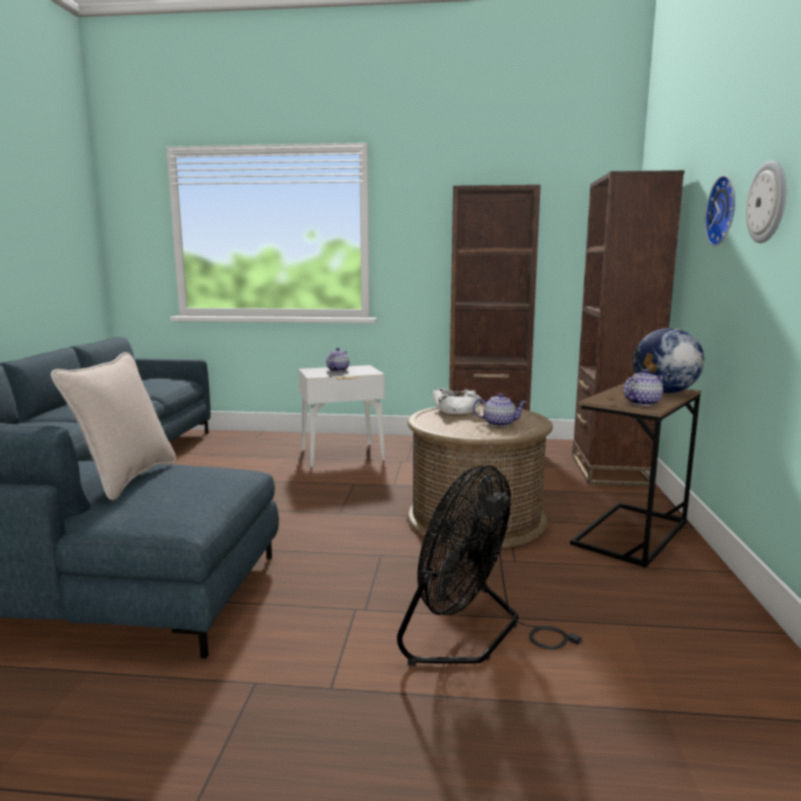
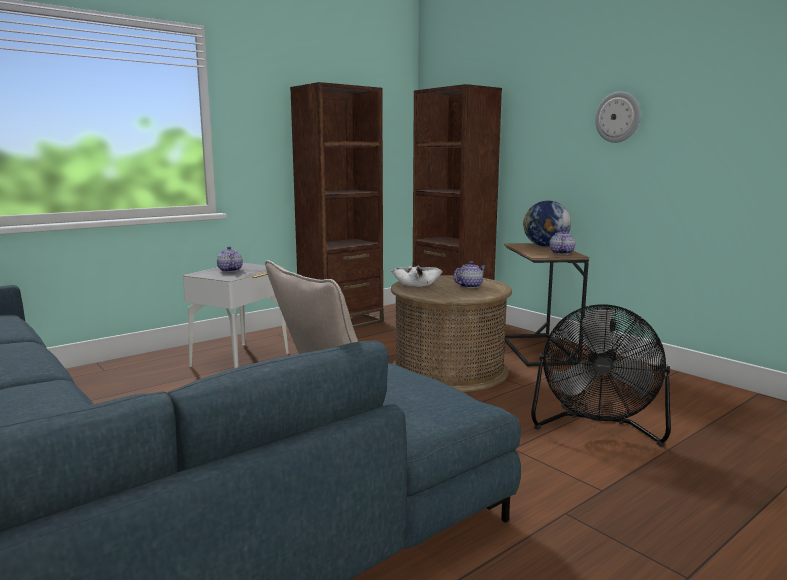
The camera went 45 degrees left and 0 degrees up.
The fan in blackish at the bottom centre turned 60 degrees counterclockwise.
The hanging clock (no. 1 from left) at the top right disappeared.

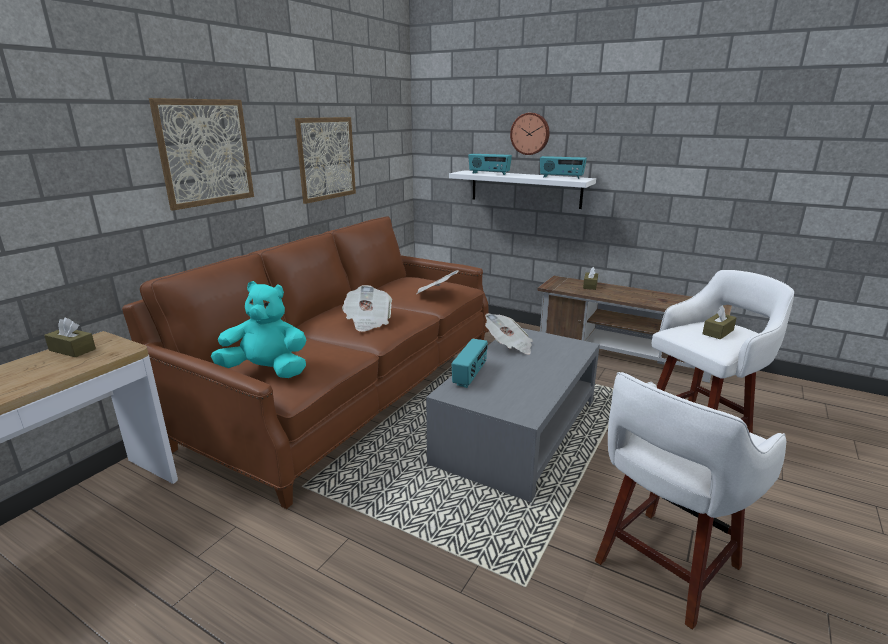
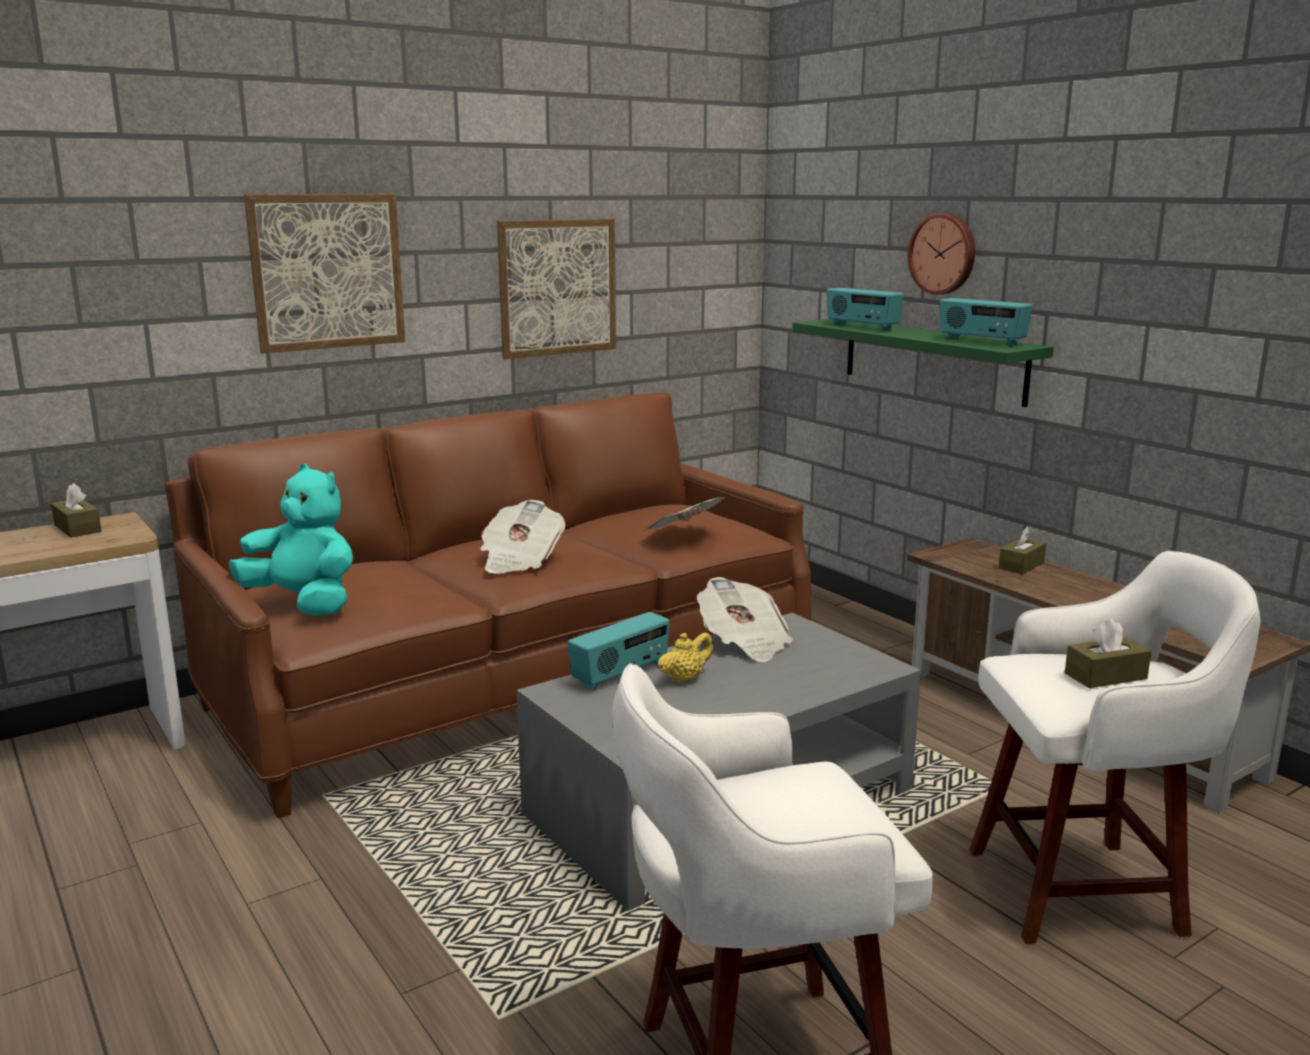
The camera went 25 degrees right and 5 degrees down.
The teapot in yellow at the centre appeared.
The wall shelf in white-coloured at the top centre became the wall shelf in greenish at the middle right.

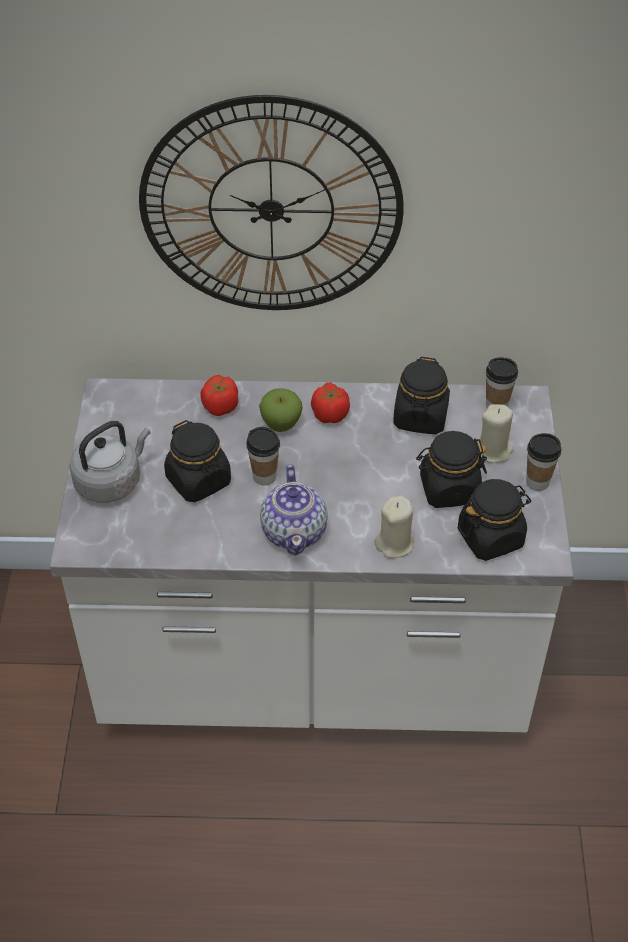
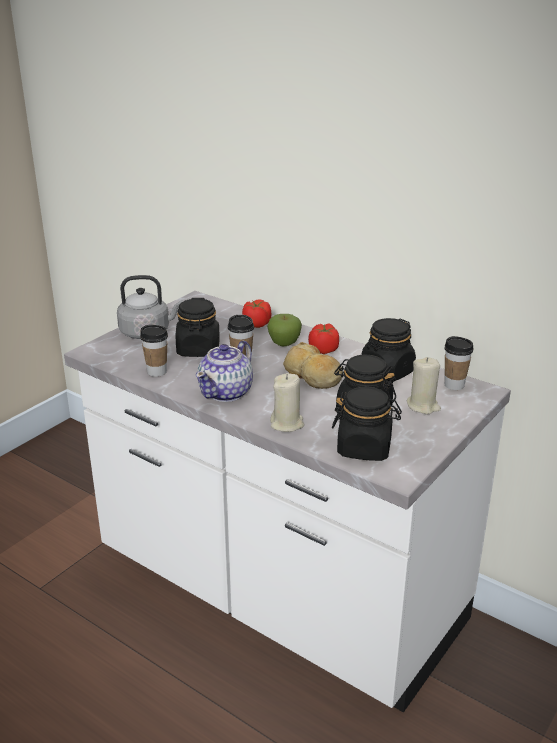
The camera went 35 degrees right and 20 degrees down.
The drinking cup (no. 3 from left in the first image) moved from the middle right to the middle left.
The bread at the centre appeared.
The hanging clock at the top centre disappeared.

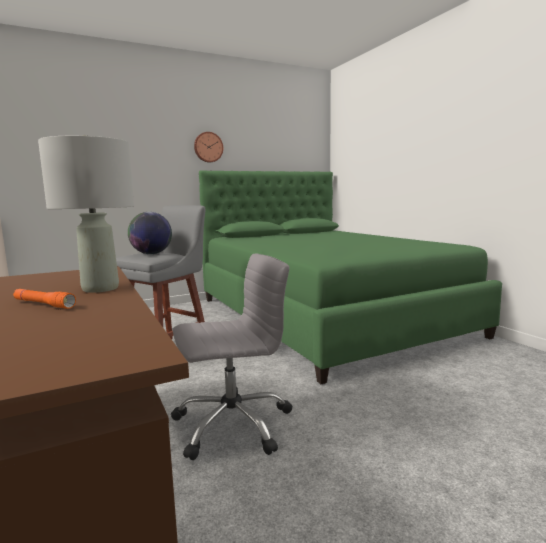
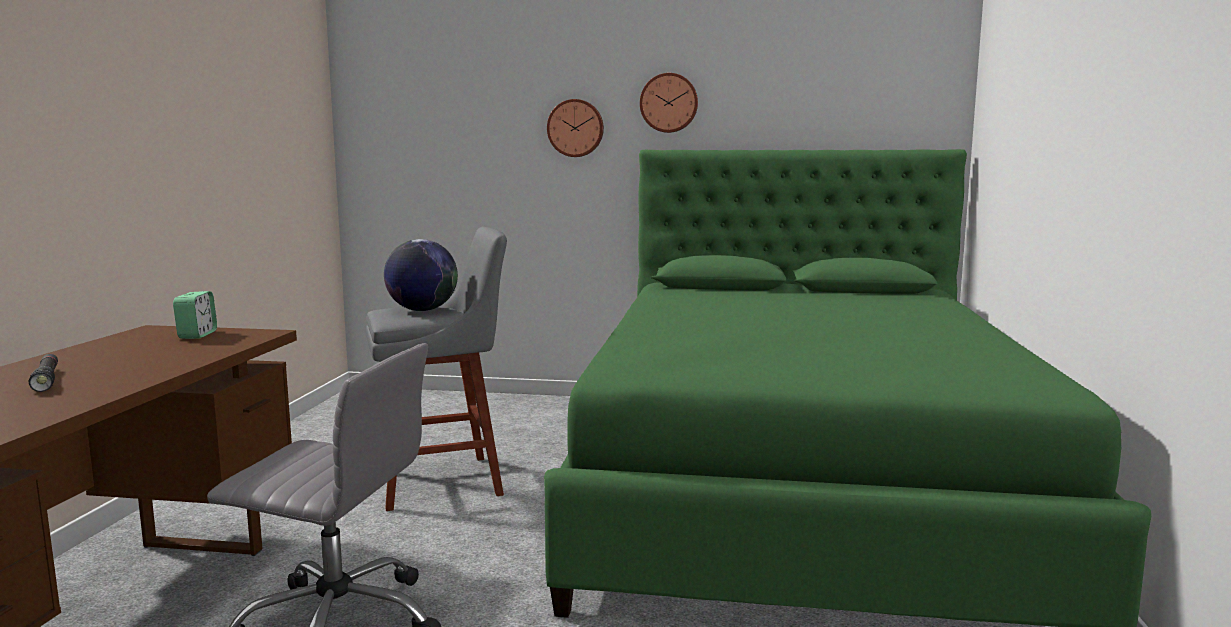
The camera went 35 degrees right and 0 degrees up.
The flashlight in orange-coloured at the middle left became the flashlight in blackish at the middle left.
The table clock at the middle left appeared.
The hanging clock (no. 1 from left) at the top centre appeared.
The table lamp in grey at the middle left disappeared.

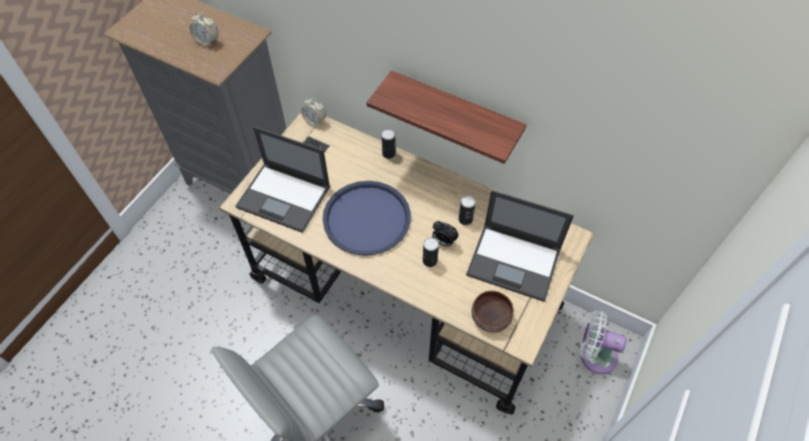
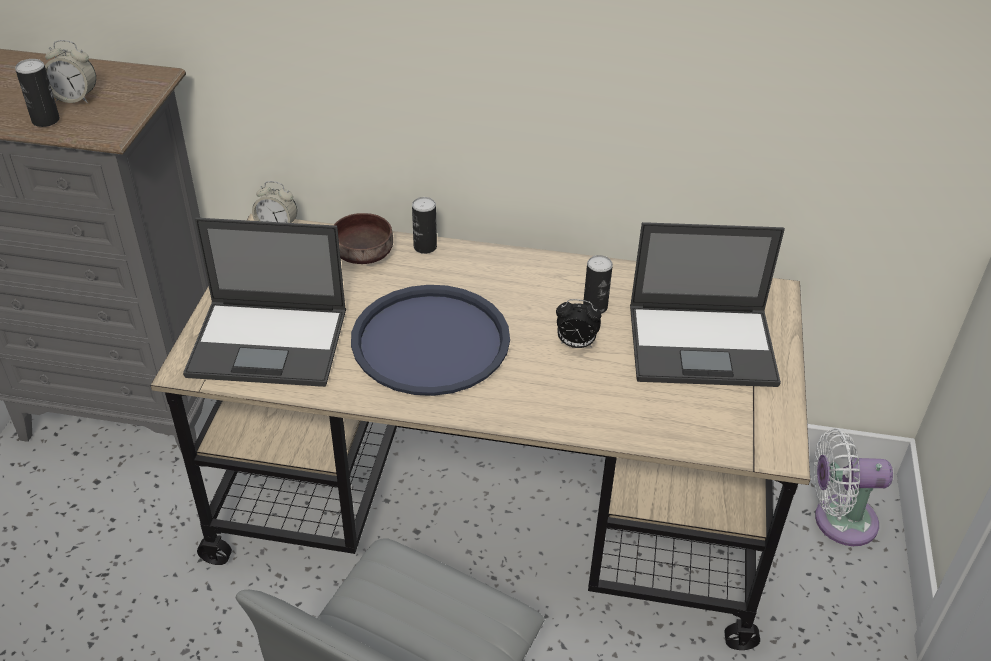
The camera went 20 degrees left and 15 degrees down.
The sealed can (no. 2 from left in the first image) moved from the centre to the top left.
The deep dish in brown-coloured moved from the bottom centre to the centre.
The wall shelf at the top centre disappeared.

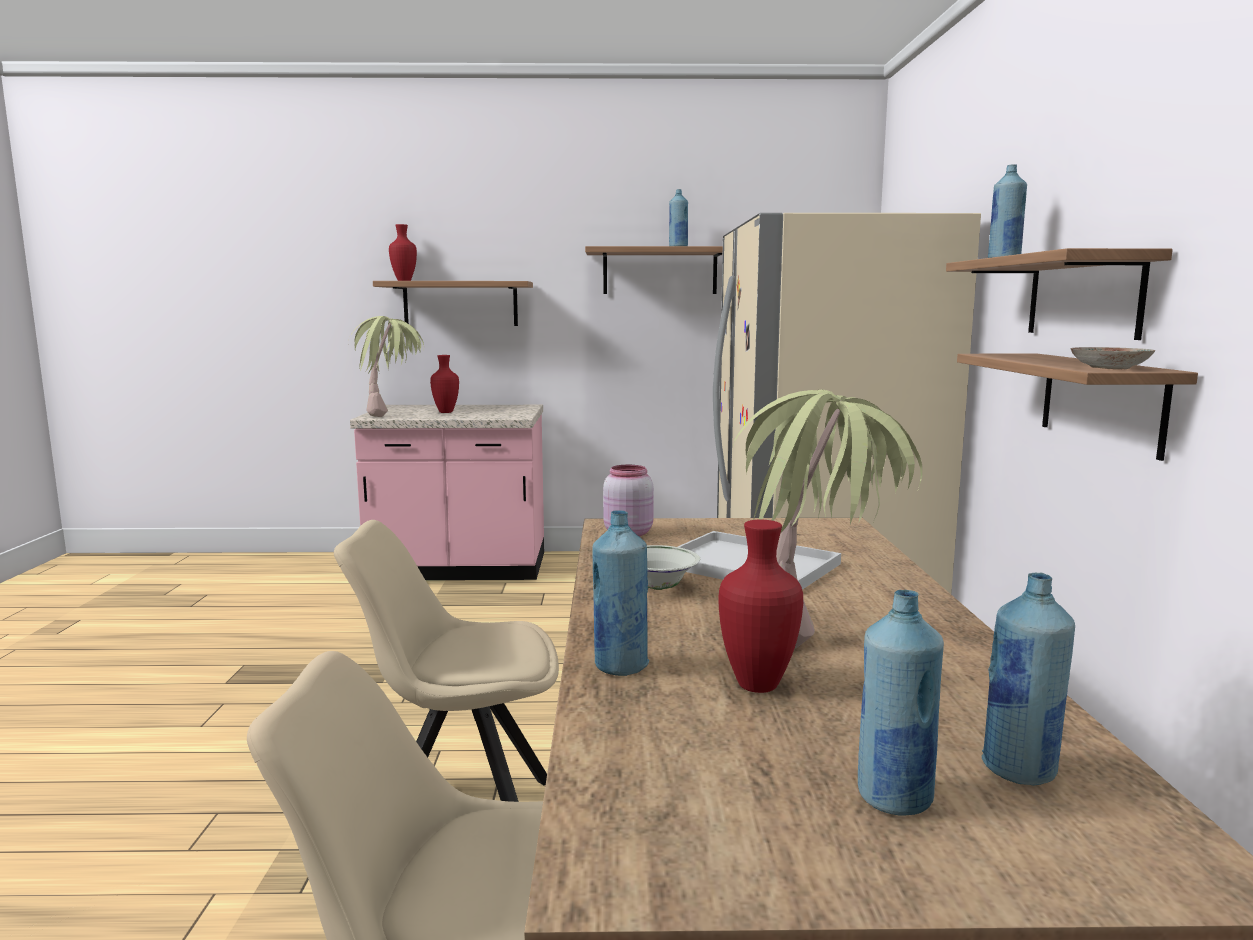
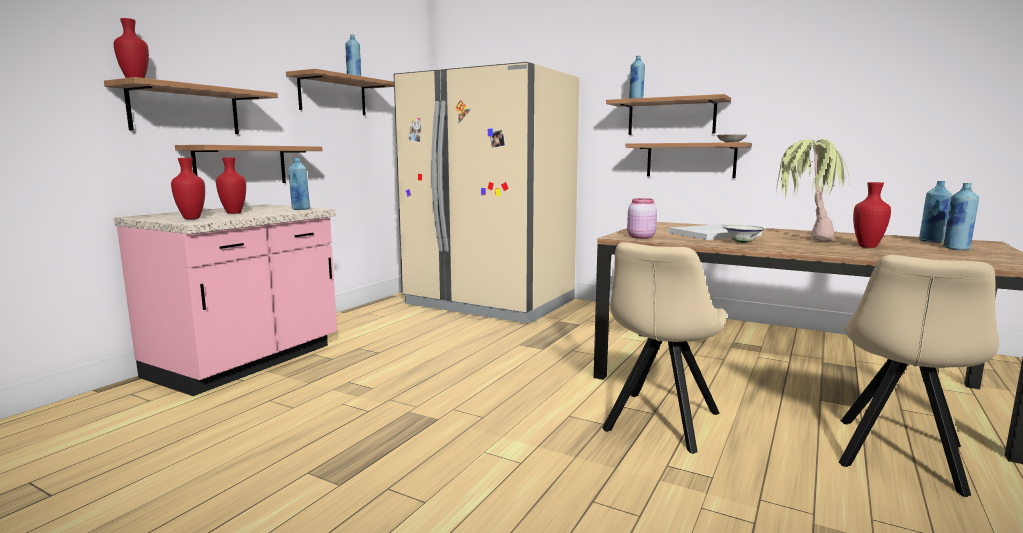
The camera went 60 degrees left and 0 degrees up.
The plant in a pot (no. 1 from left) at the middle left was replaced by the decorative vase in red (no. 2 from left) at the middle left.
The wall shelf (no. 2 from left) at the top left appeared.
The beverage bottle in blue-coloured (no. 1 from left) moved from the centre to the middle left.

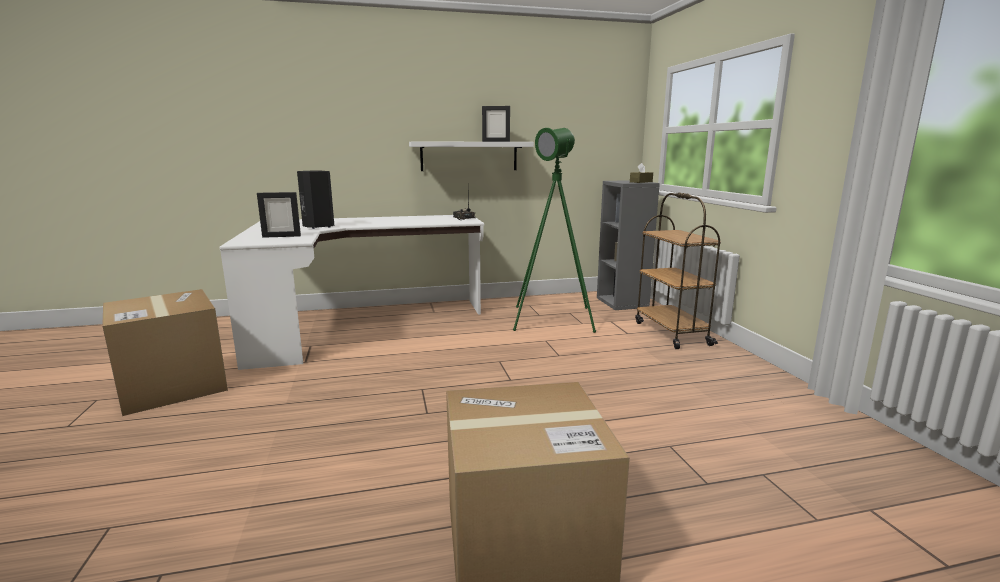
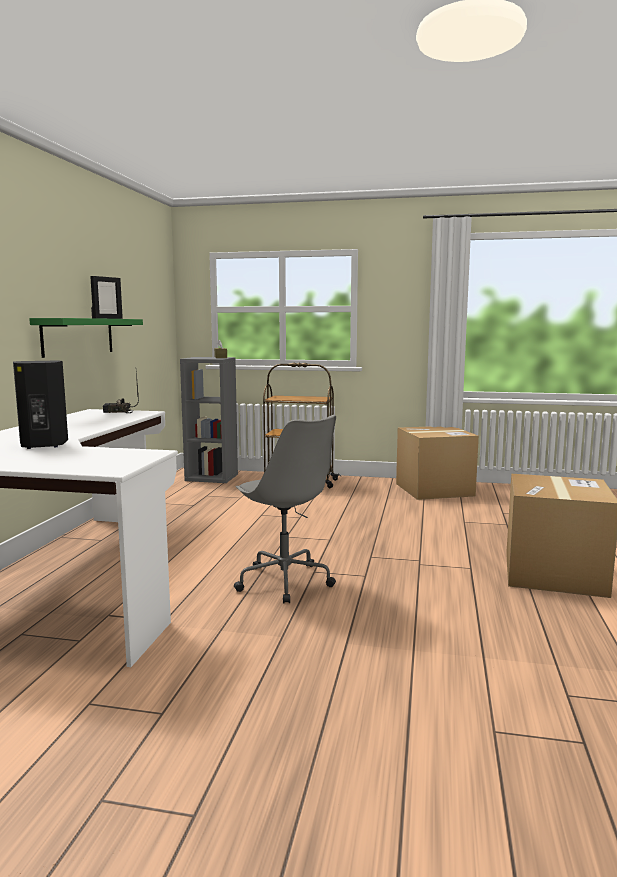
The camera went 65 degrees left and 5 degrees down.
The wall shelf in white-coloured at the top centre became the wall shelf in greenish at the middle left.
The computer chair in grey at the centre appeared.
The cardboard box (no. 1 from left) moved from the middle left to the middle right.
The picture frame (no. 1 from left) at the middle left disappeared.
The standing lamp in greenish at the centre disappeared.

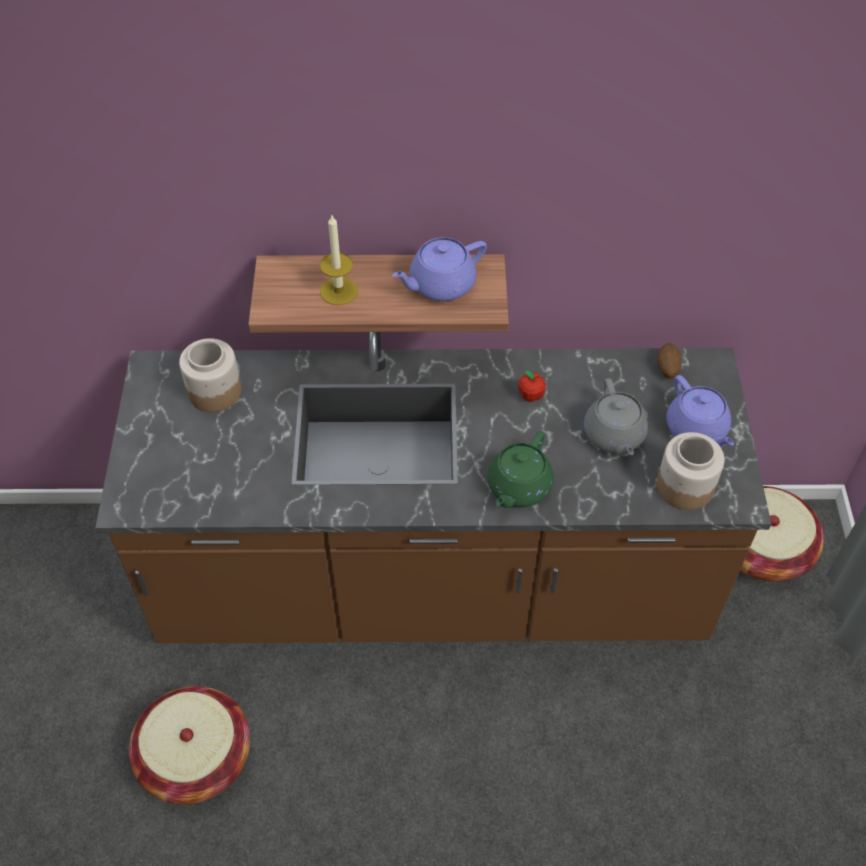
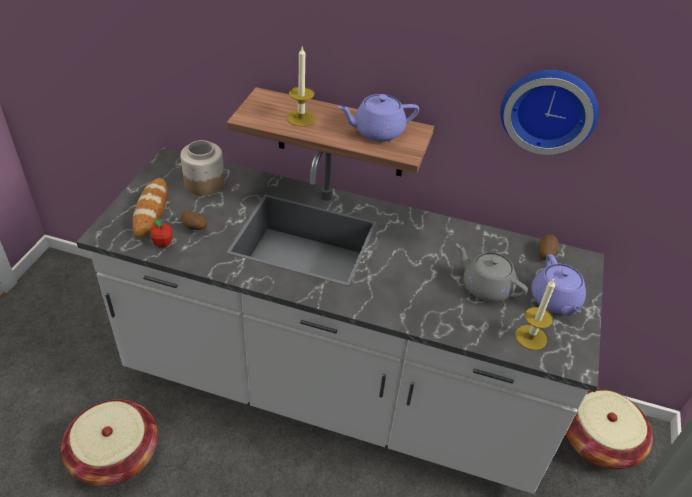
The camera went 15 degrees right and 10 degrees down.
The kitchen counter in brown-coloured at the centre became the kitchen counter in white-coloured at the centre.
The bread at the middle left appeared.
The apple fruit moved from the centre to the middle left.
The potato (no. 1 from left) at the middle left appeared.
The teapot in grey at the middle right turned 120 degrees clockwise.
The hanging clock at the top right appeared.
The preserve jar (no. 2 from left) at the middle right was replaced by the candle (no. 2 from left) at the middle right.
The teapot in greenish at the centre disappeared.

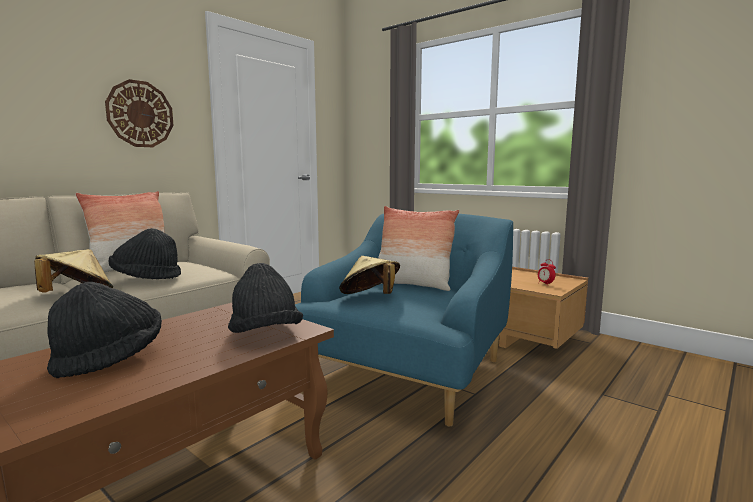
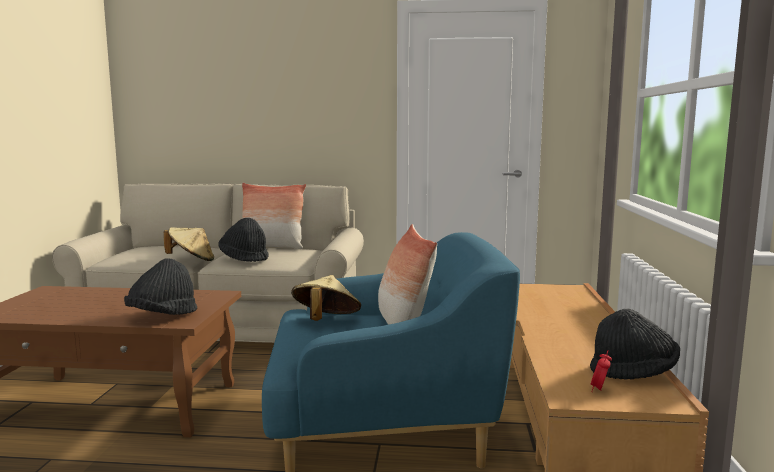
The camera went 55 degrees right and 0 degrees up.
The clothing hat in blackish (no. 1 from left in the first image) moved from the middle left to the bottom right.
The hanging clock at the top left disappeared.

